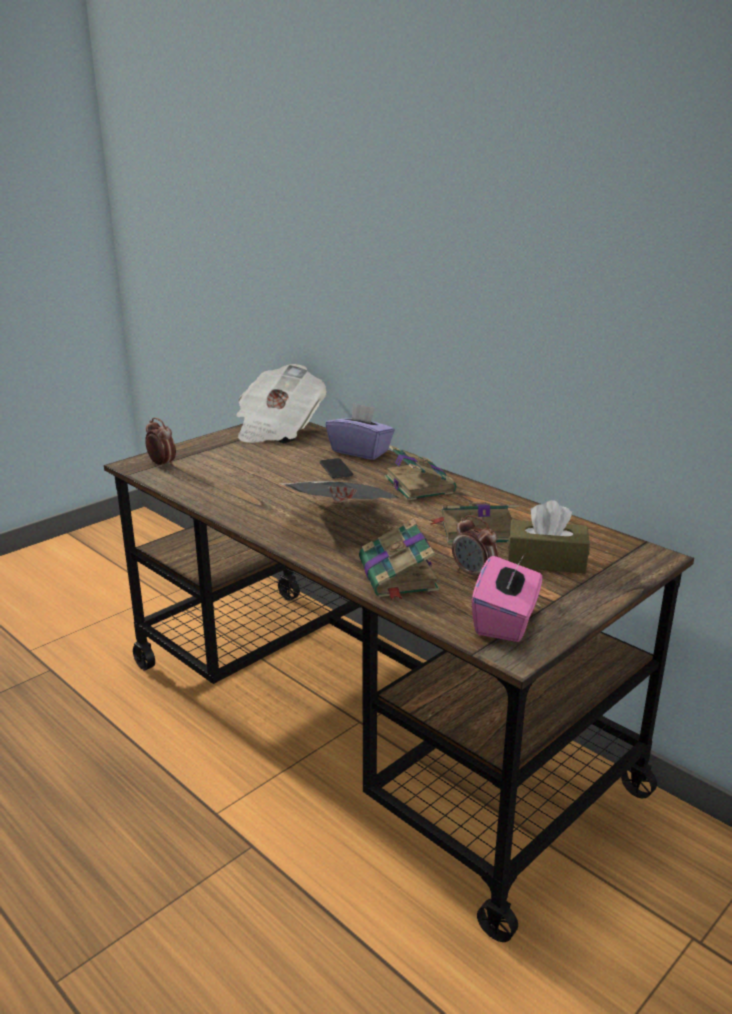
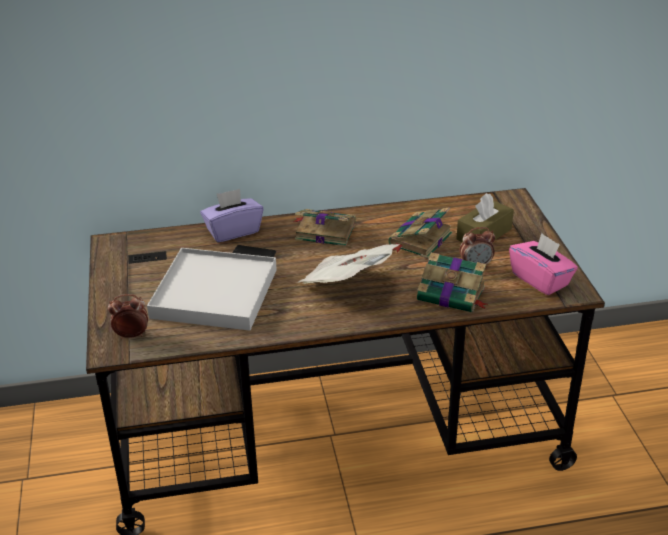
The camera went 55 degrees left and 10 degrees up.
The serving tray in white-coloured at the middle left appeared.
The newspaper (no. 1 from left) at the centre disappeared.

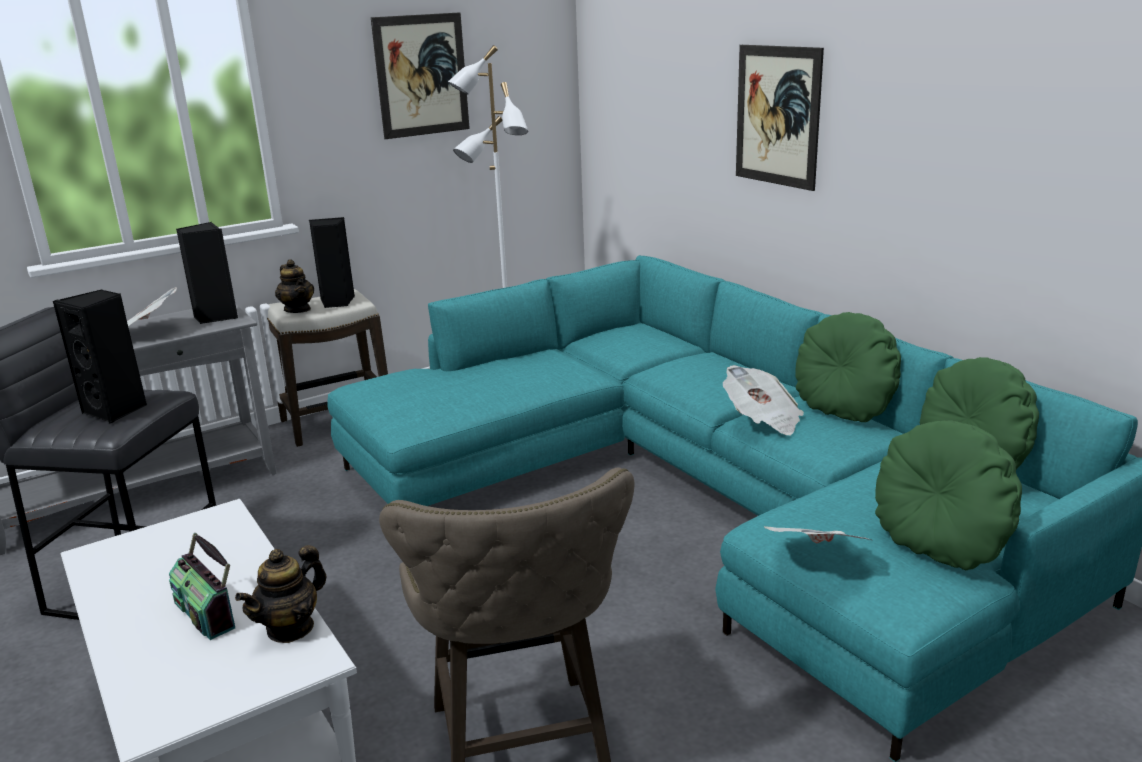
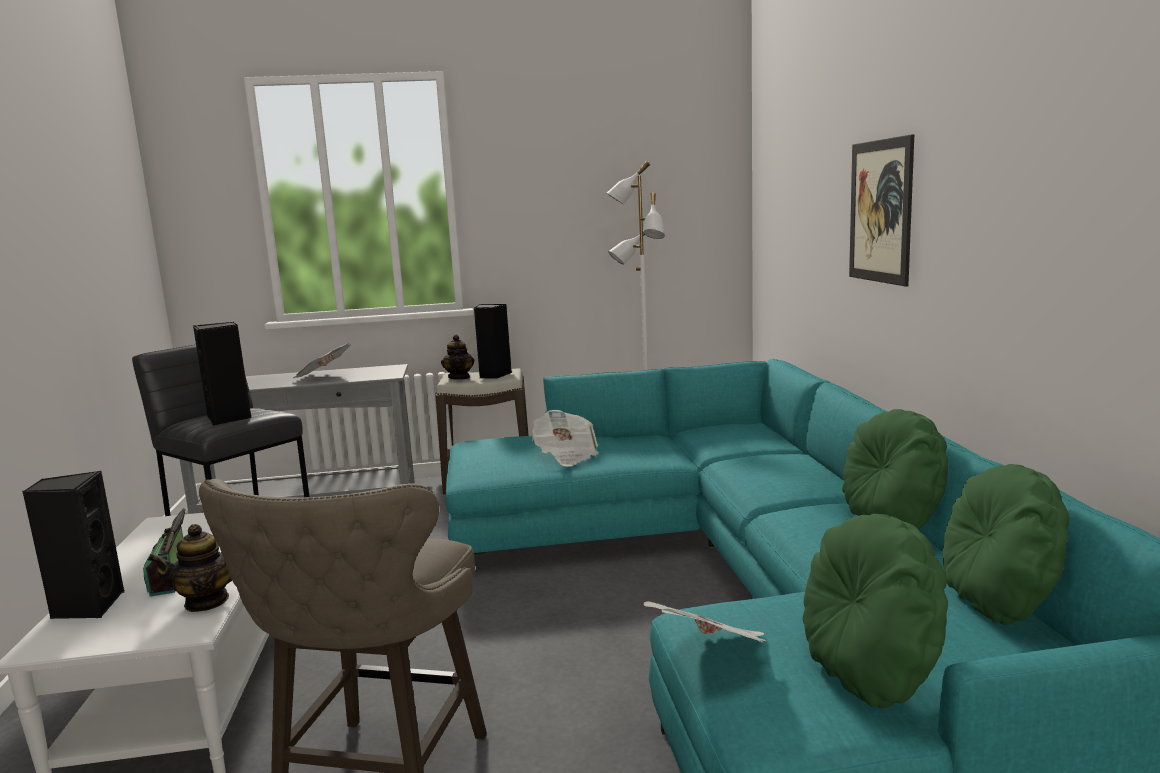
The camera went 25 degrees right and 10 degrees down.
The speaker in blackish (no. 2 from left in the first image) moved from the middle left to the bottom left.
The newspaper (no. 2 from left) moved from the middle right to the centre.
The wall art (no. 1 from left) at the top centre disappeared.

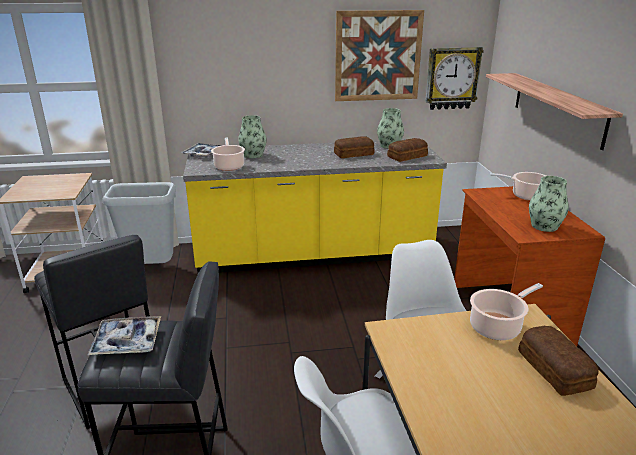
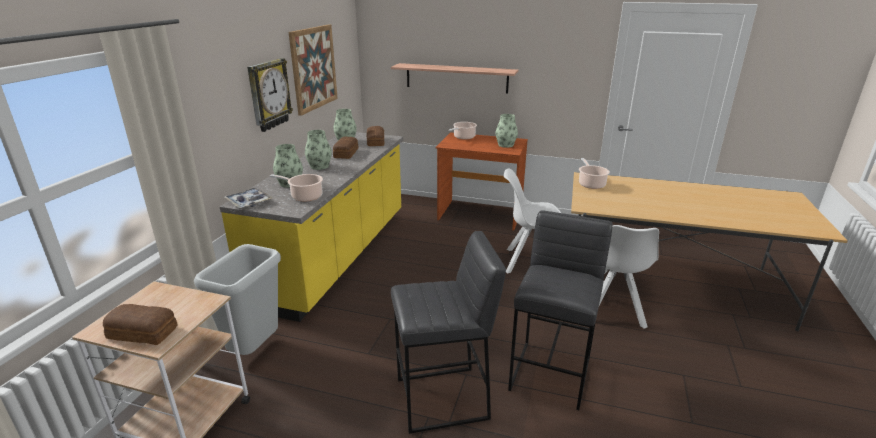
The camera went 65 degrees left and 0 degrees up.
The bread (no. 3 from left in the first image) moved from the bottom right to the bottom left.
The hanging clock moved from the top right to the top left.
The decorative vase (no. 2 from left) at the centre appeared.
The serving tray (no. 1 from left) at the bottom left disappeared.

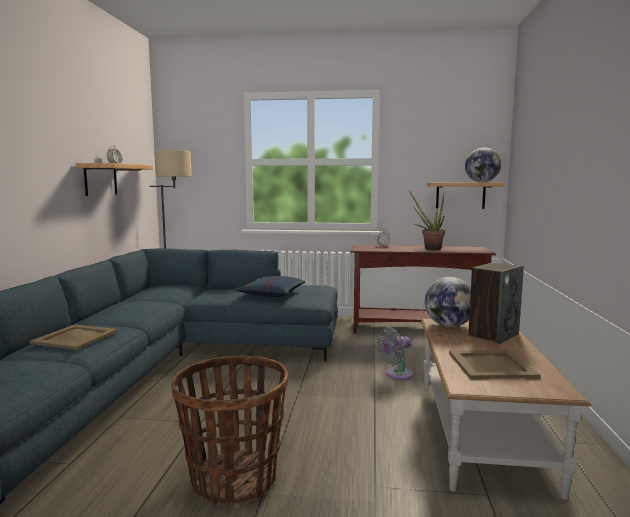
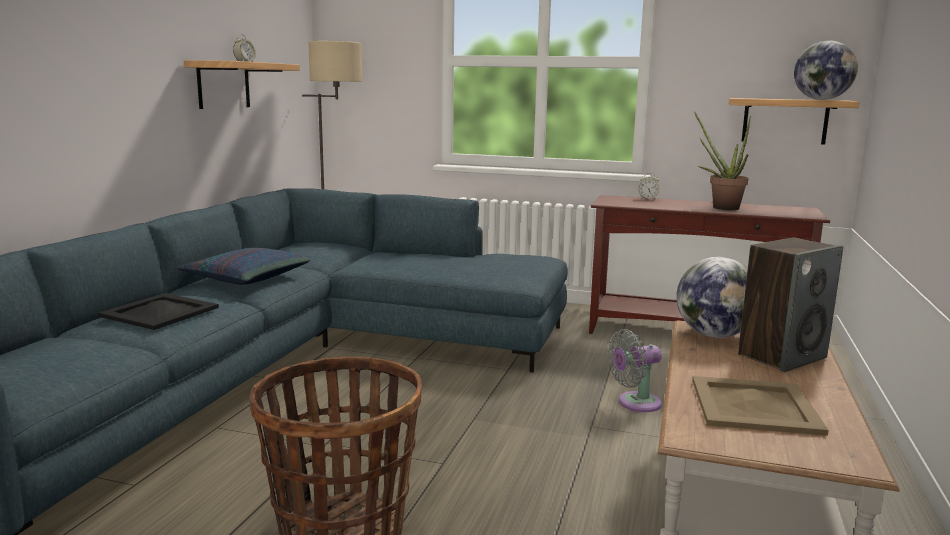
The camera went 10 degrees right and 5 degrees up.
The serving tray in beige-coloured (no. 1 from left) at the middle left became the serving tray in blackish at the middle left.
The cushion in blue-coloured moved from the centre to the middle left.

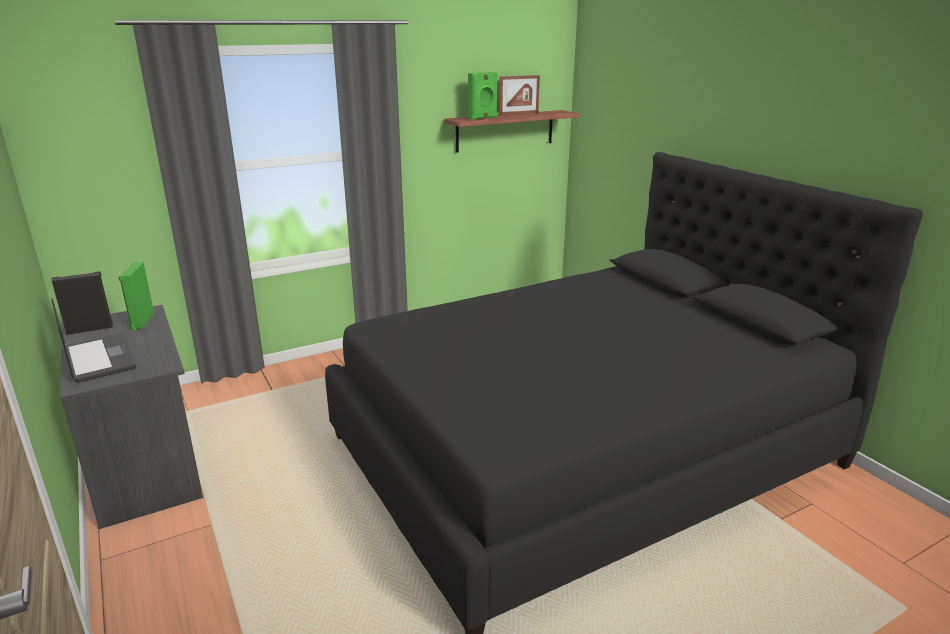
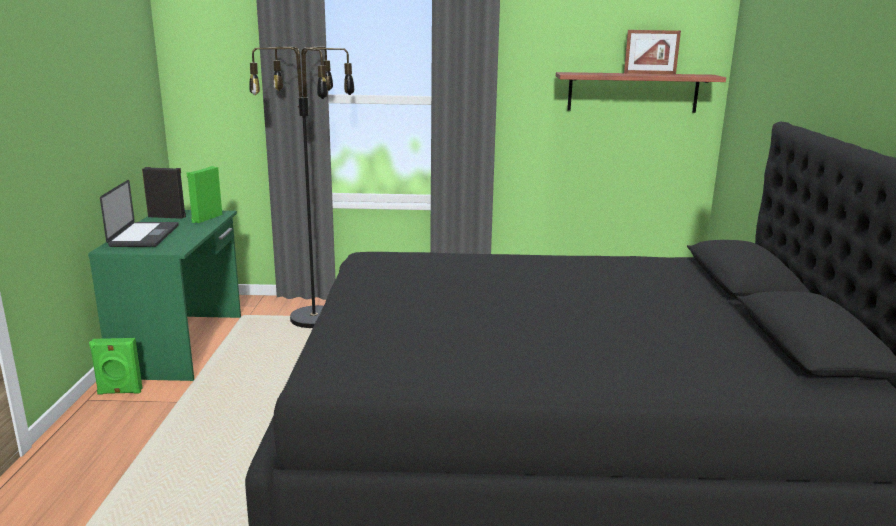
The camera went 30 degrees right and 5 degrees down.
The desk unit in grey at the middle left became the desk unit in greenish at the middle left.
The speaker in greenish (no. 2 from left in the first image) moved from the top centre to the bottom left.
The standing lamp at the centre appeared.

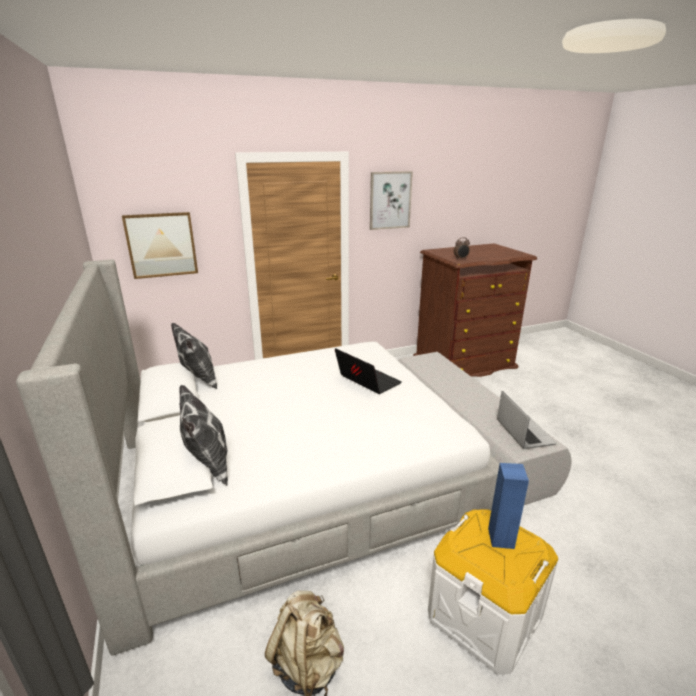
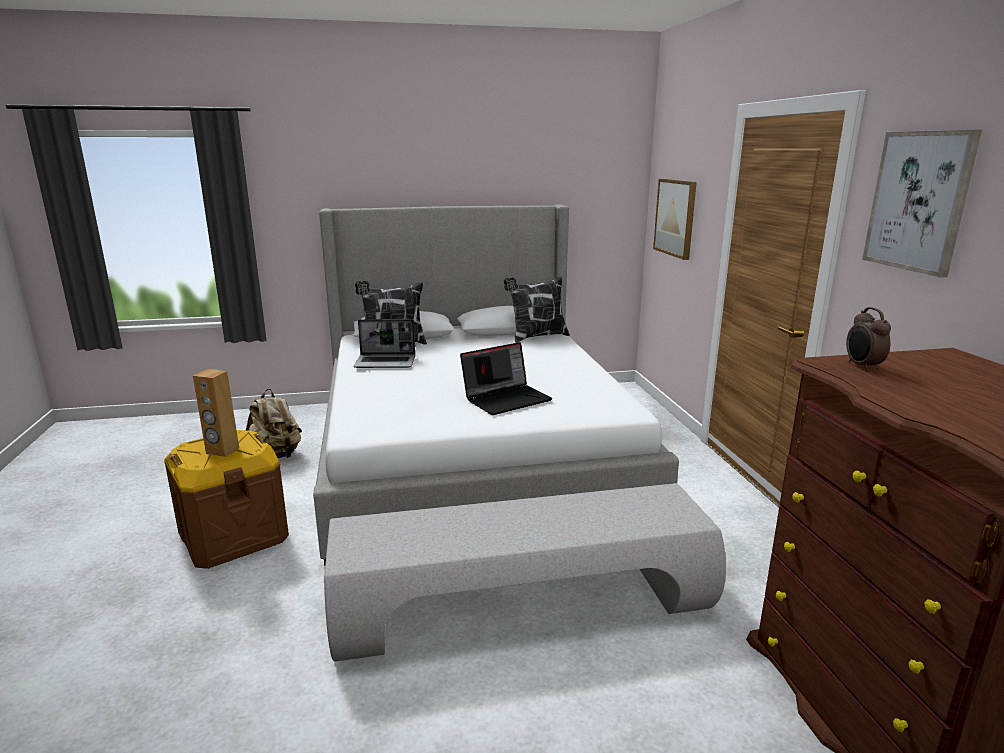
The camera went 100 degrees right and 5 degrees down.
The storage bin in white-coloured at the bottom right became the storage bin in brown-coloured at the middle left.
The speaker in blue-coloured at the bottom right became the speaker in brown-coloured at the middle left.
The notebook computer (no. 2 from left in the first image) moved from the middle right to the centre.

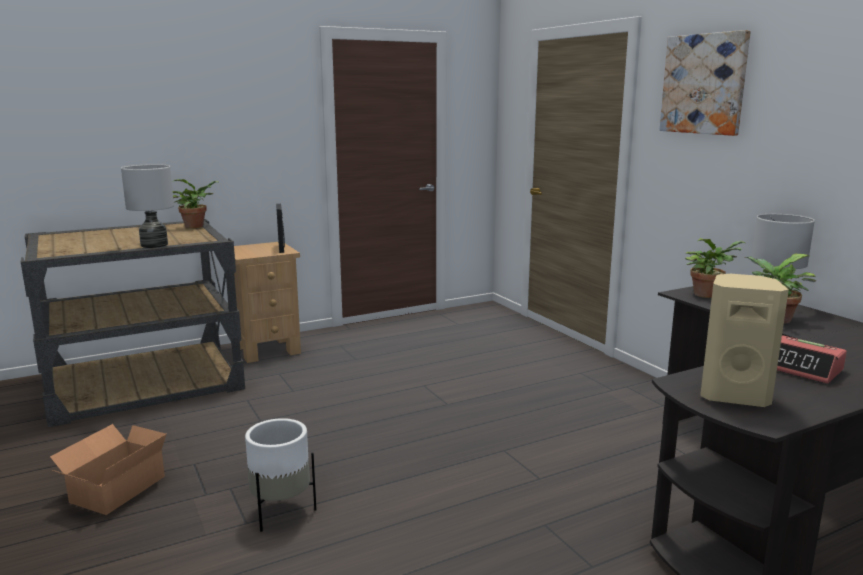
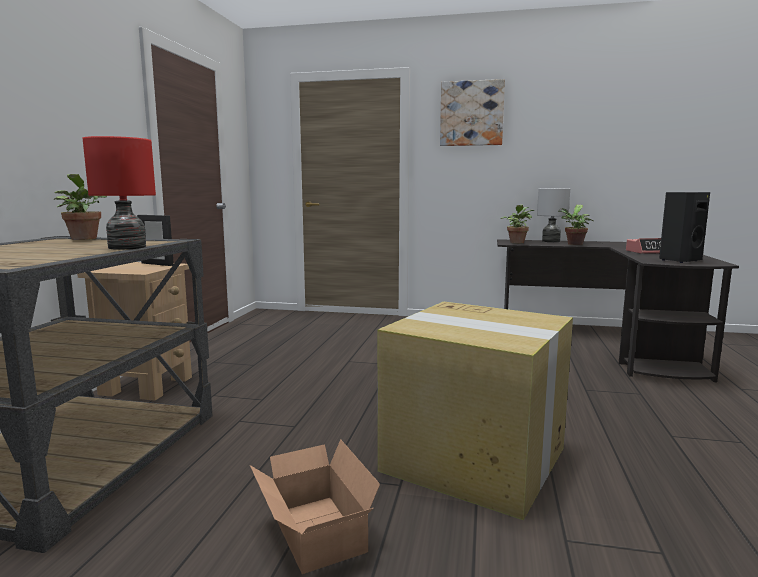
The camera went 50 degrees left and 5 degrees down.
The table lamp in grey (no. 1 from left) at the middle left became the table lamp in red at the top left.
The plant pot in white-coloured at the bottom left was replaced by the cardboard box (no. 2 from left) at the bottom centre.
The speaker in beige-coloured at the middle right became the speaker in blackish at the middle right.

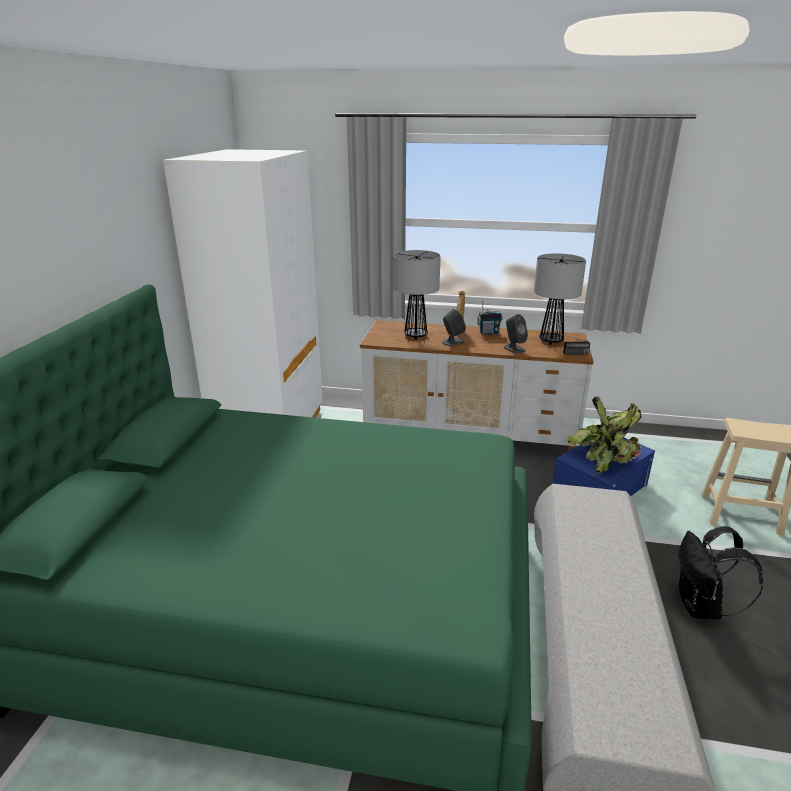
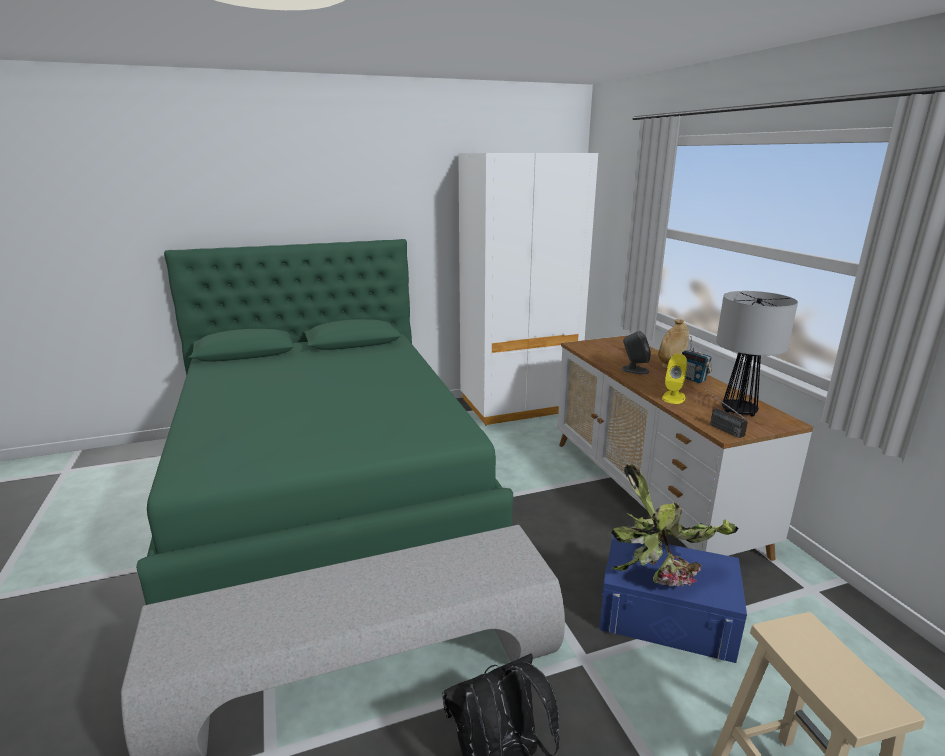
The camera went 60 degrees right and 5 degrees down.
The speaker in grey (no. 2 from left) at the centre became the speaker in yellow at the middle right.
The table lamp (no. 1 from left) at the centre disappeared.

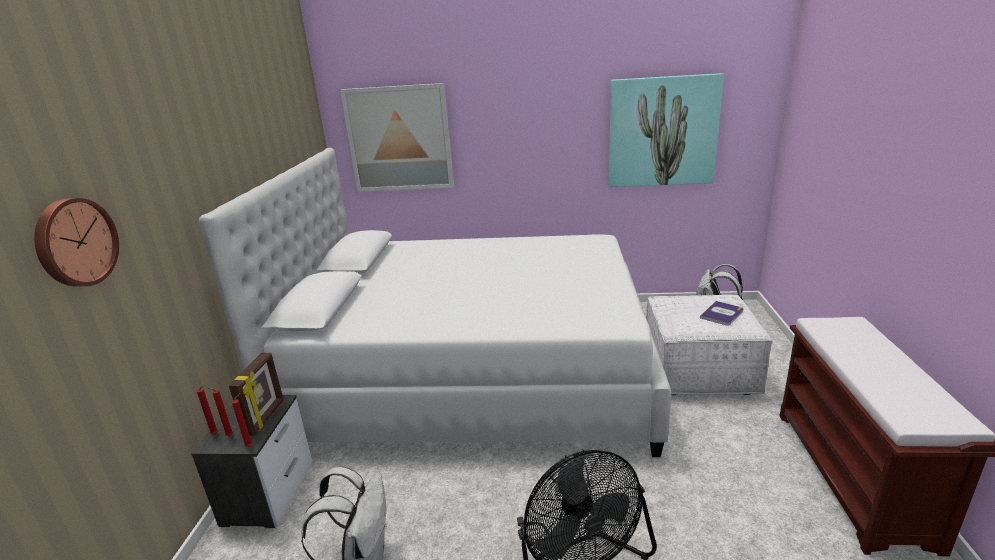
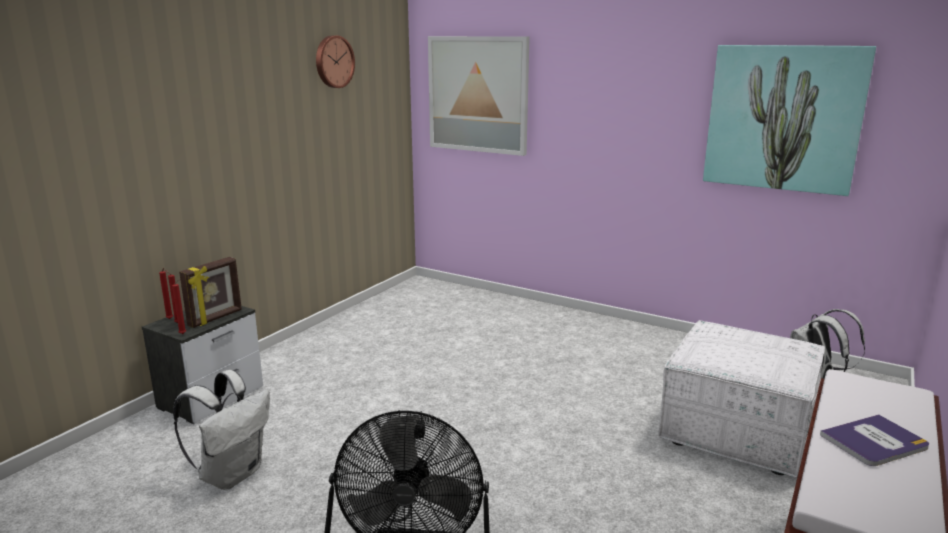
The camera went 25 degrees right and 5 degrees down.
The hanging clock moved from the middle left to the top centre.
The bound book moved from the middle right to the bottom right.
The sleeping bed in white-coloured at the centre disappeared.

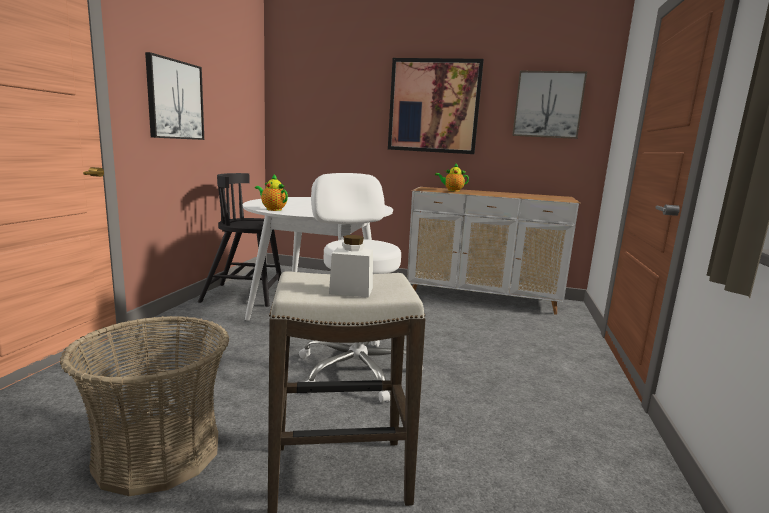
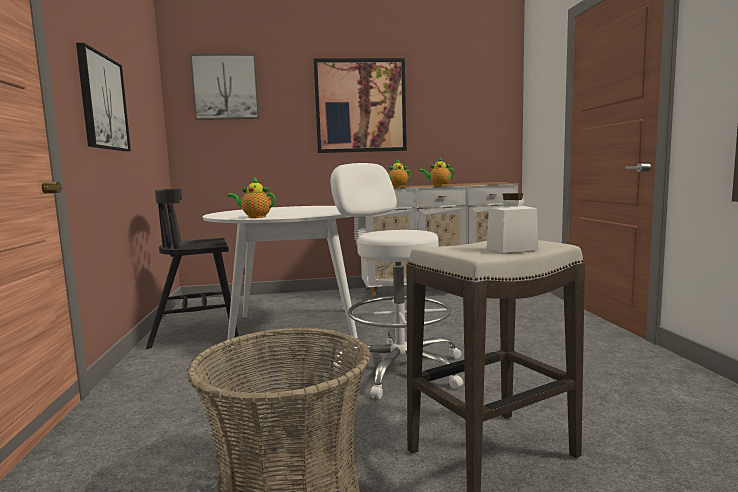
The camera went 20 degrees left and 5 degrees down.
The wall art (no. 3 from left in the first image) moved from the top right to the top left.
The teapot (no. 3 from left) at the centre appeared.

